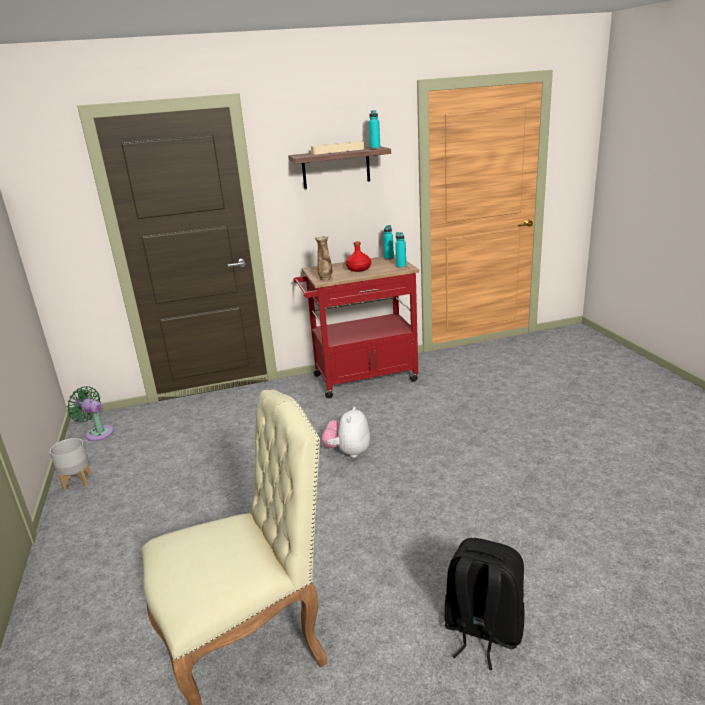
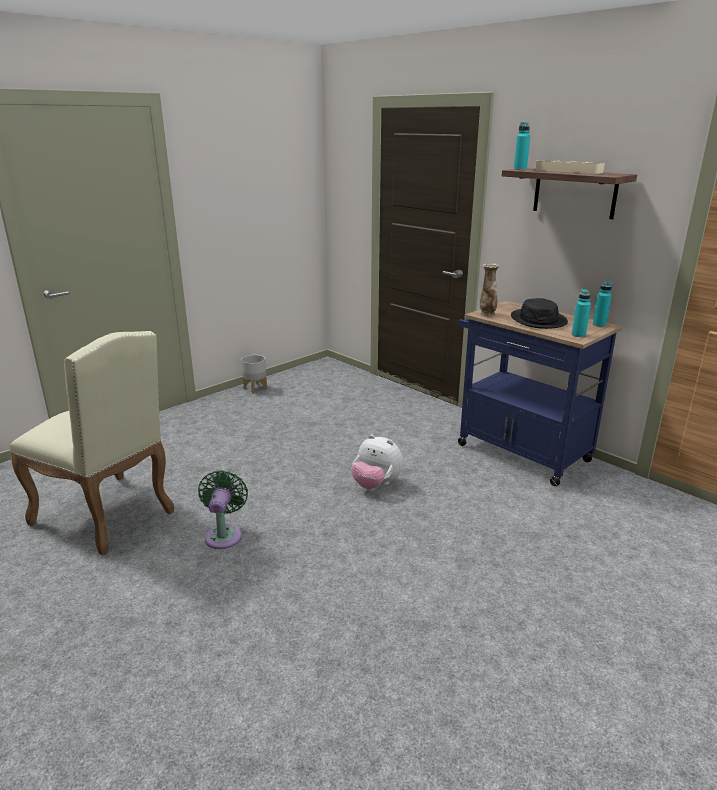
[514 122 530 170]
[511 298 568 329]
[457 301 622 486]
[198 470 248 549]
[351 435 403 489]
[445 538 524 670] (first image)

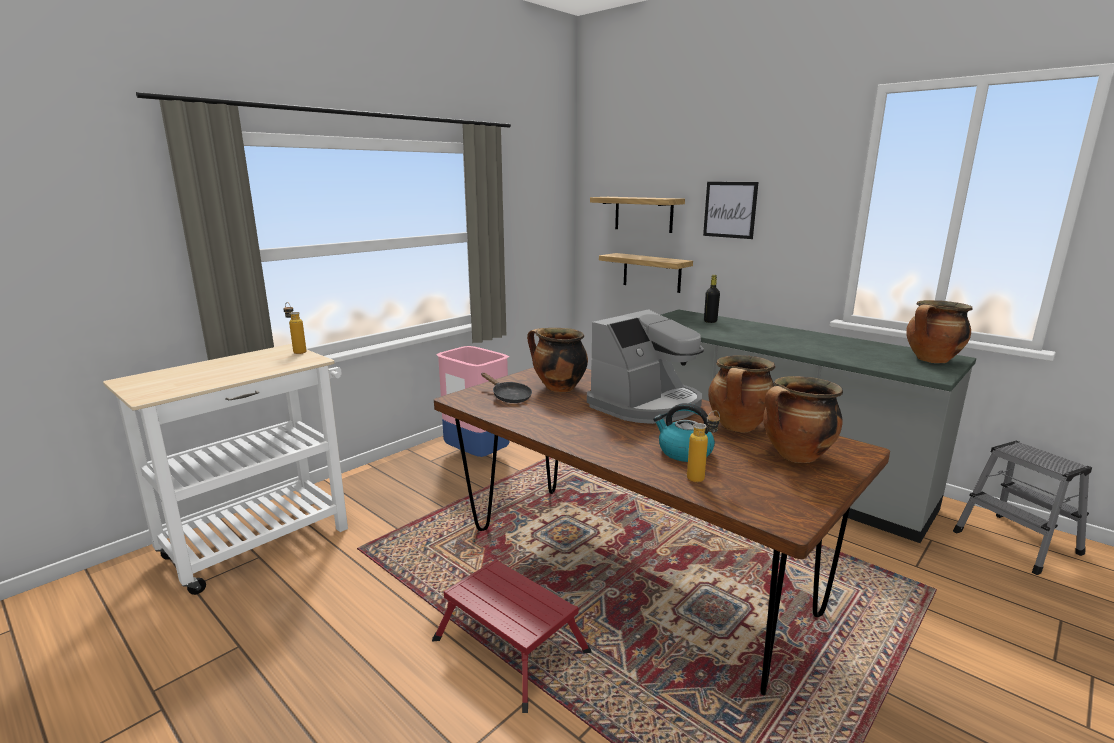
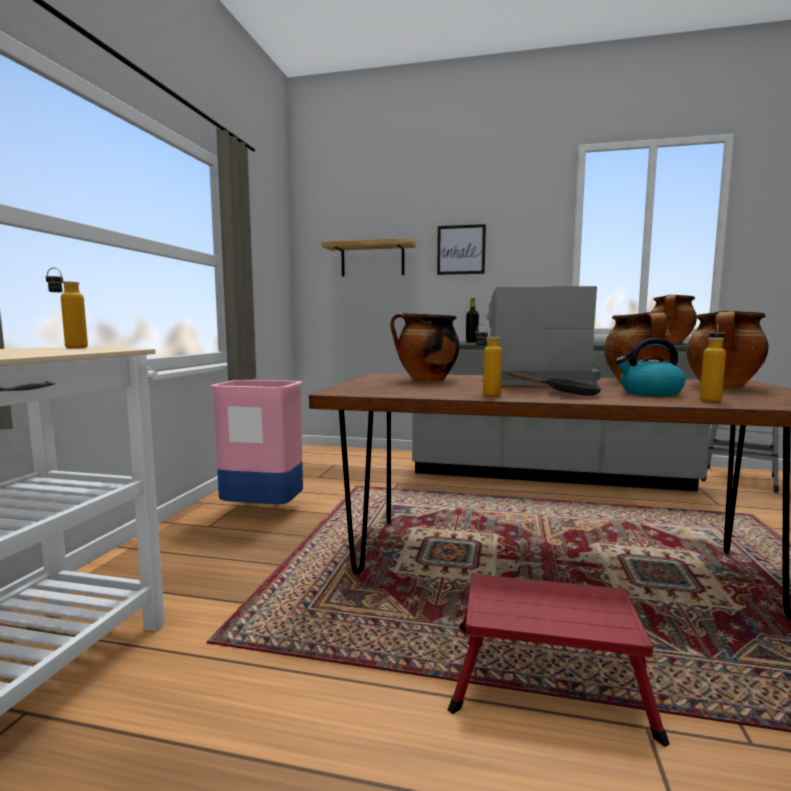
[599 253 693 293] (first image)
[482 286 601 385]
[507 371 602 396]
[475 324 502 397]

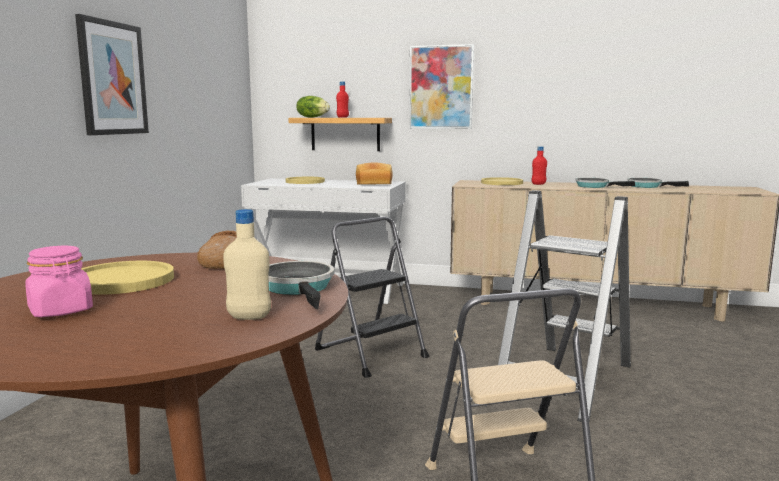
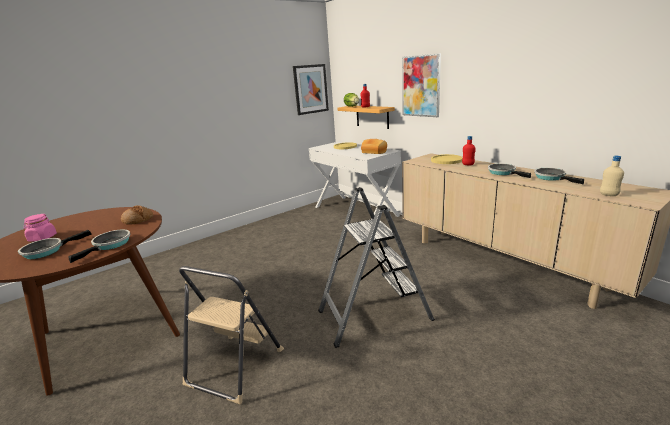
[293 64 329 115]
[600 156 624 196]
[315 217 430 378] (first image)
[81 261 174 295] (first image)
[18 230 92 259]

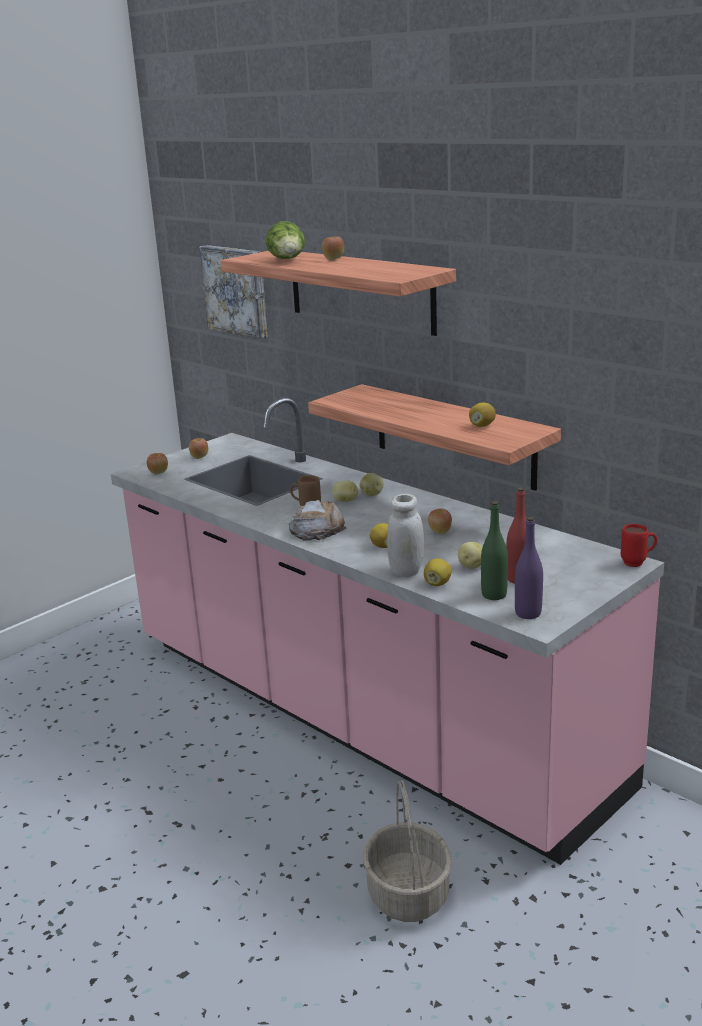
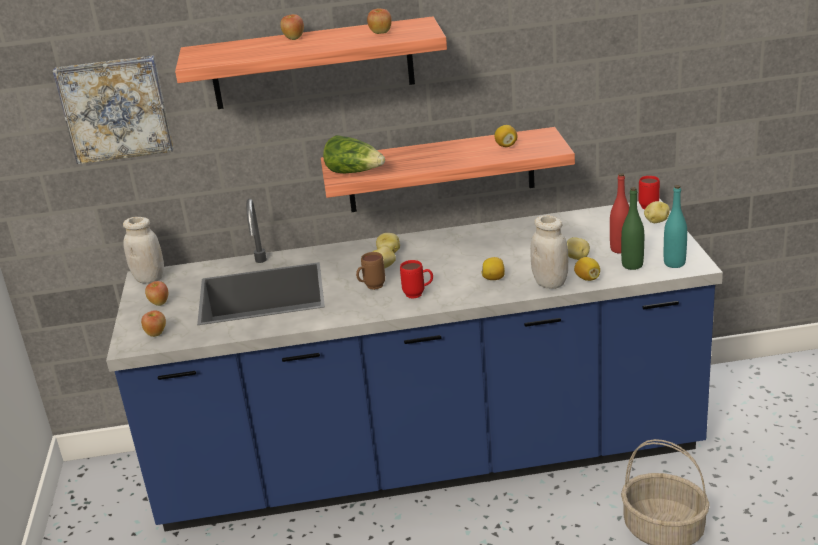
[323 135 385 173]
[106 199 723 531]
[400 260 433 299]
[367 9 392 34]
[664 185 687 268]
[644 201 670 223]
[123 217 164 284]

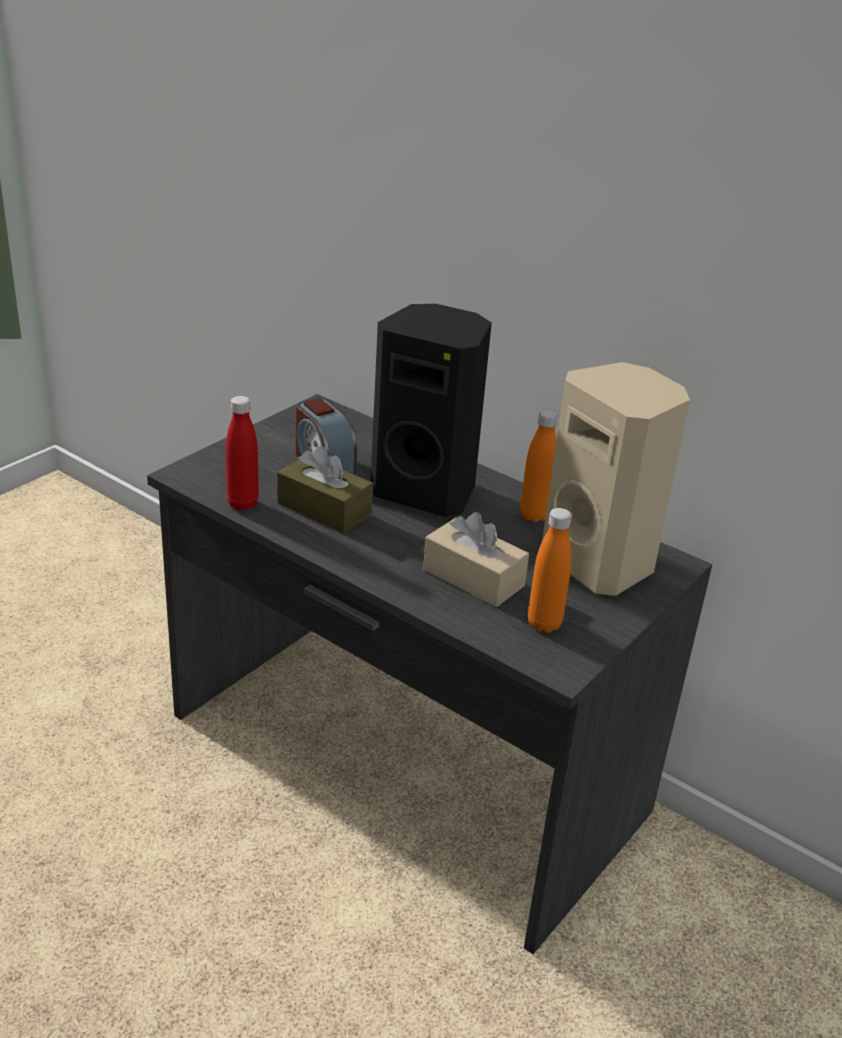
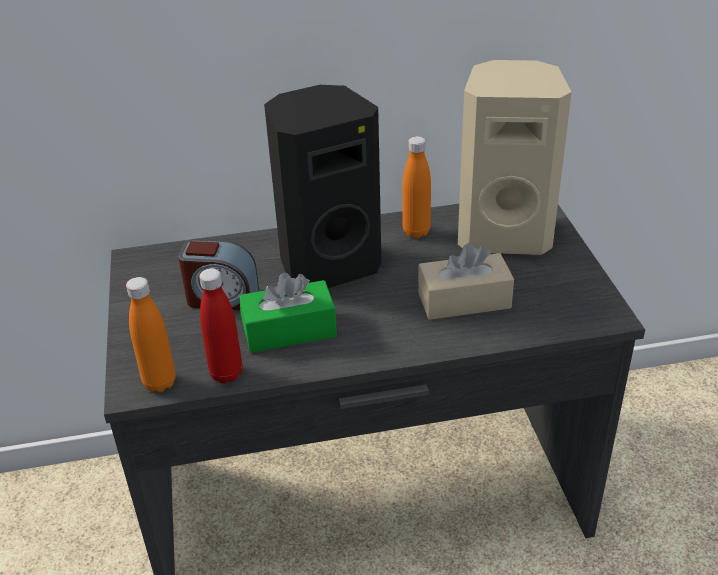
[239 273 337 353]
[126 277 176 392]

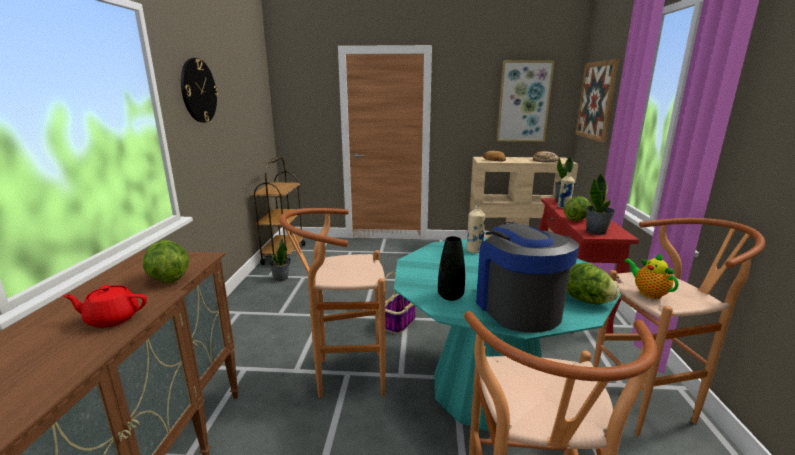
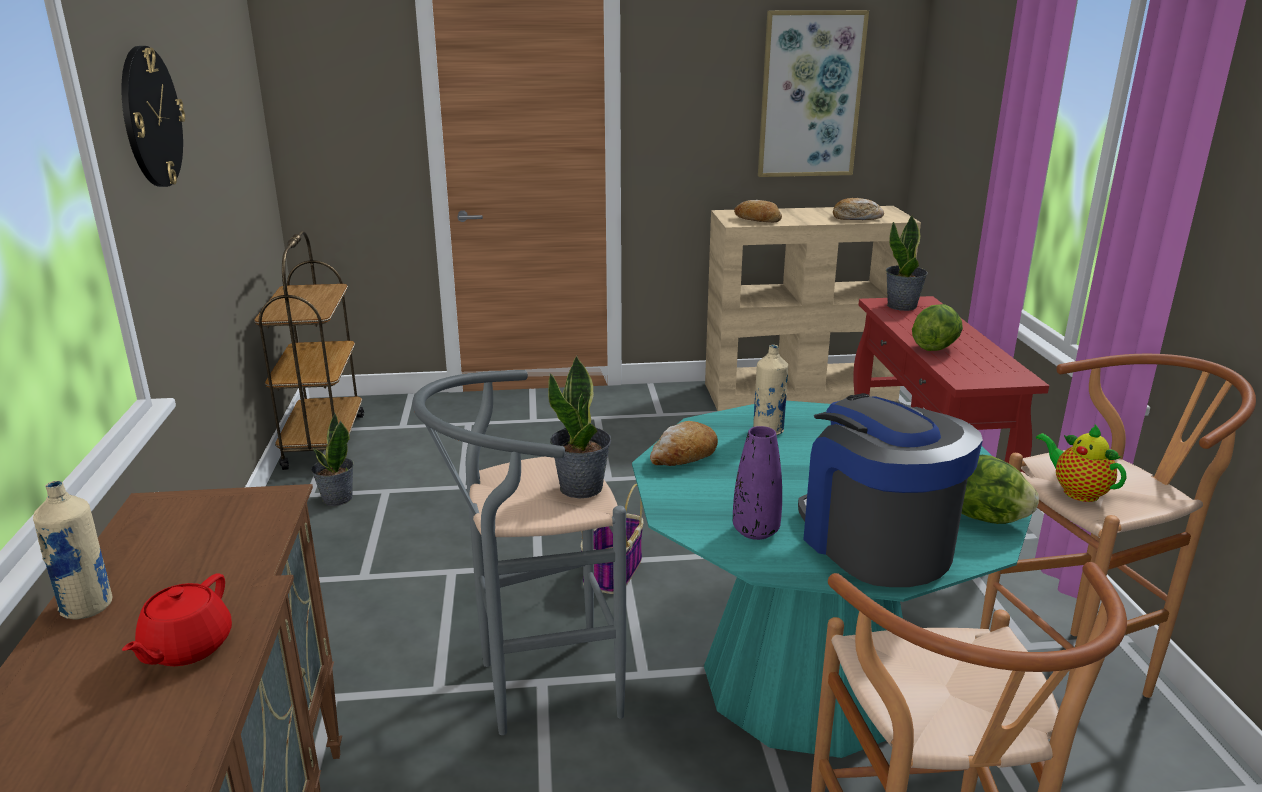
[576 59 619 143] (first image)
[33 481 112 619]
[548 355 611 499]
[412 370 626 735]
[733 426 782 540]
[143 240 189 283] (first image)
[122 573 232 666]
[650 421 718 466]

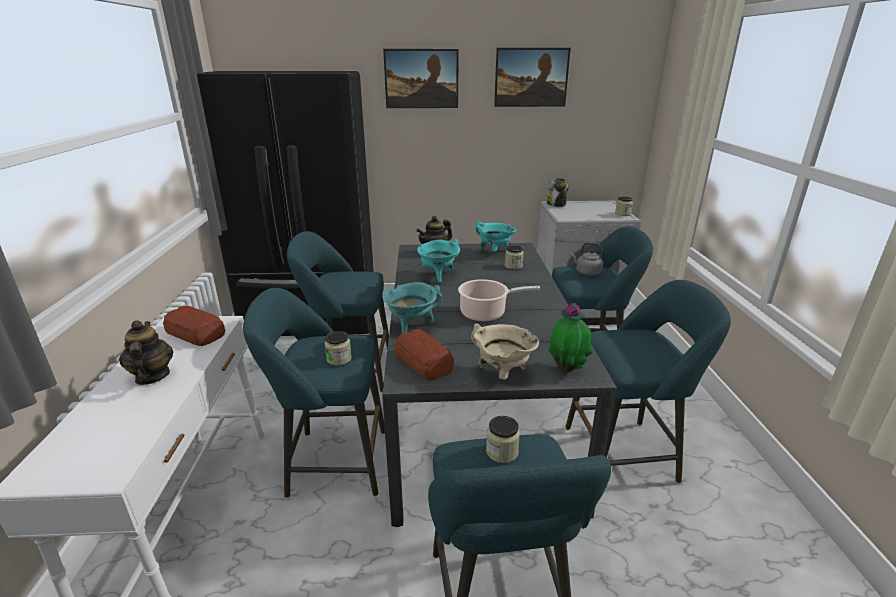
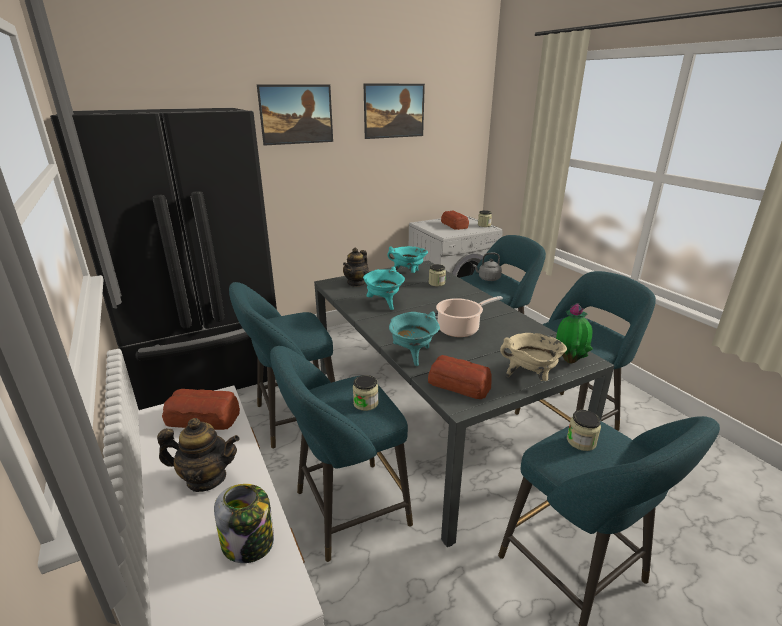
[214 484 274 563]
[157 418 240 492]
[441 211 469 230]

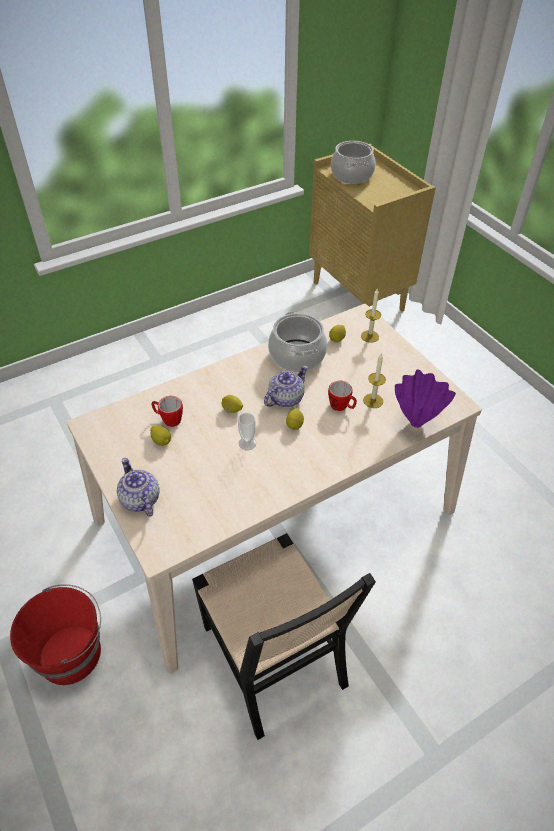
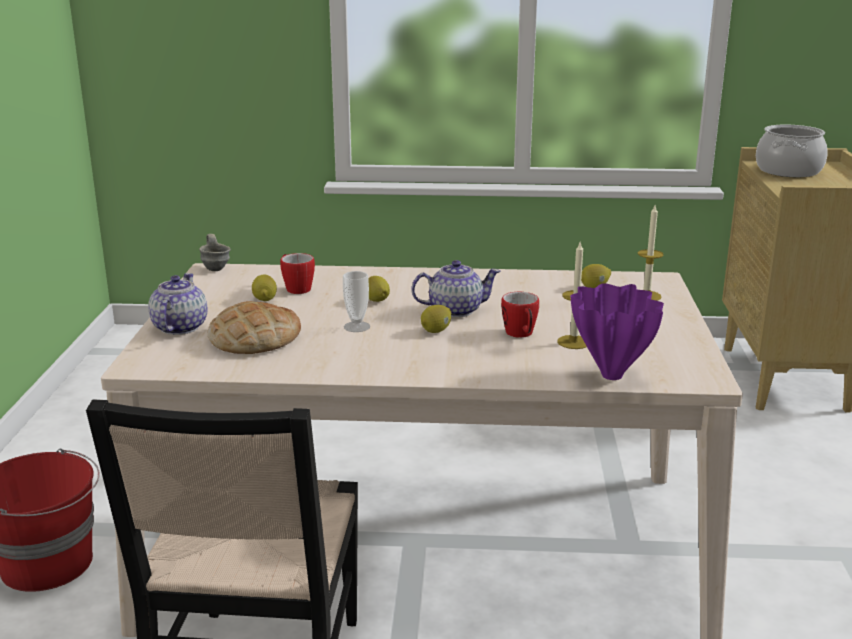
[268 312 327 372] (first image)
[199 234 231 271]
[208 301 301 354]

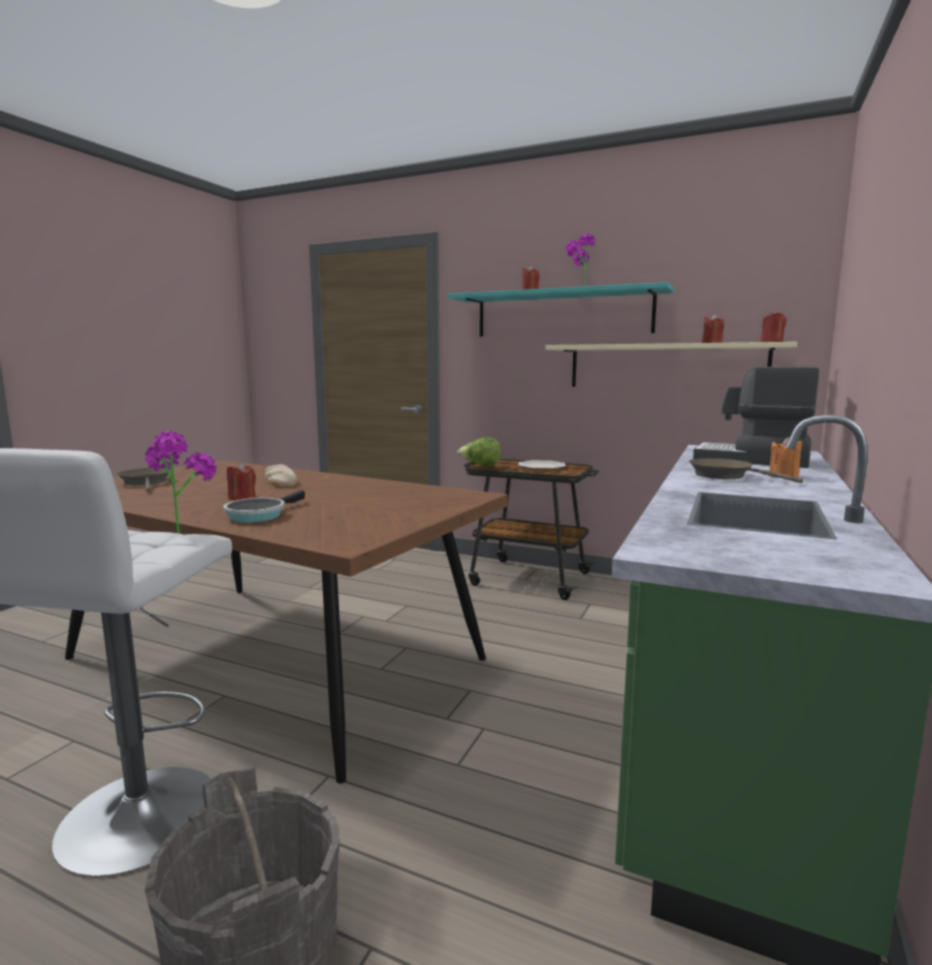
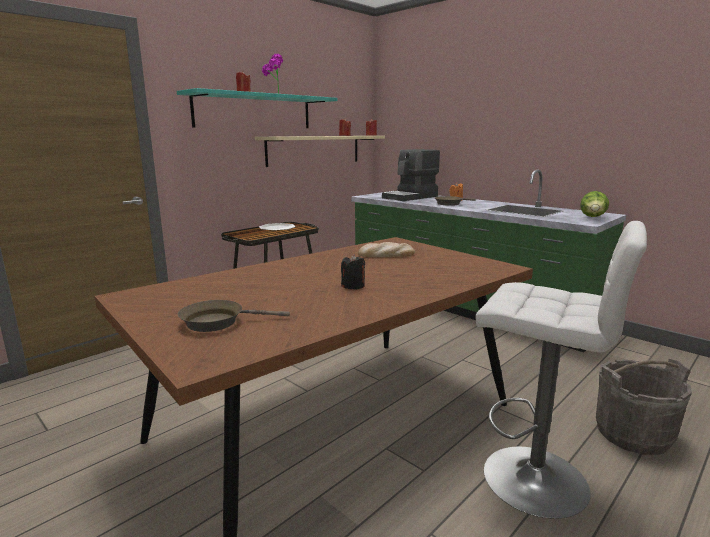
[145 431 217 533] (first image)
[580 191 609 217]
[341 254 365 290]
[358 242 415 257]
[223 490 305 523] (first image)

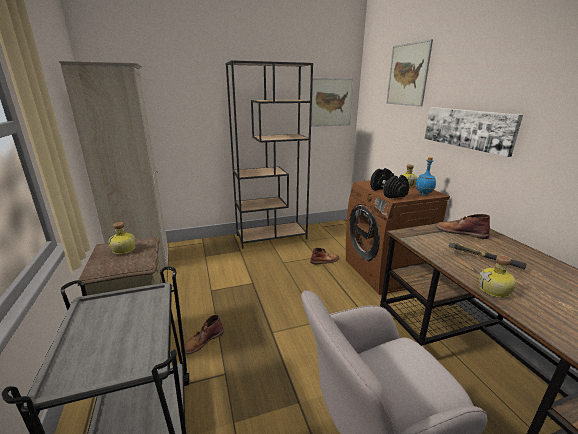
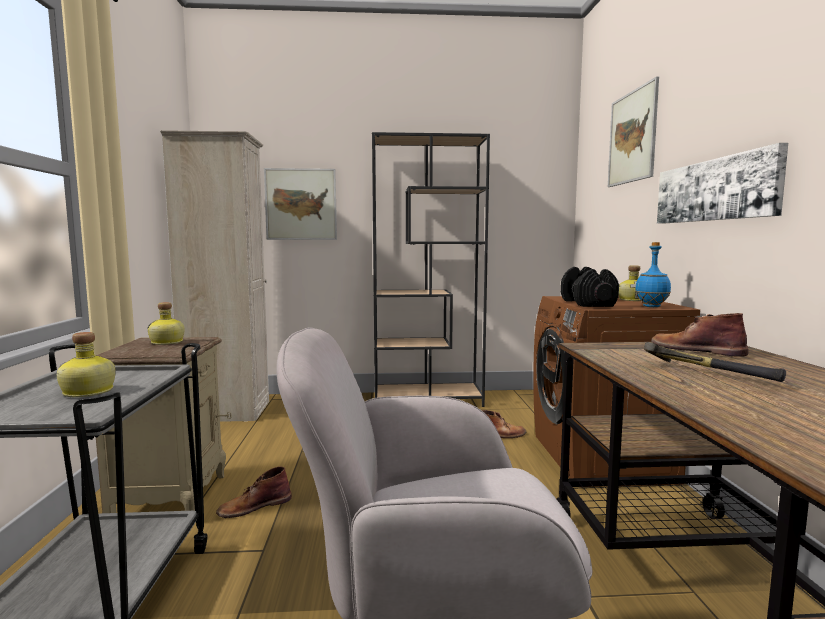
[264 168 337 240]
[57 332 116 397]

